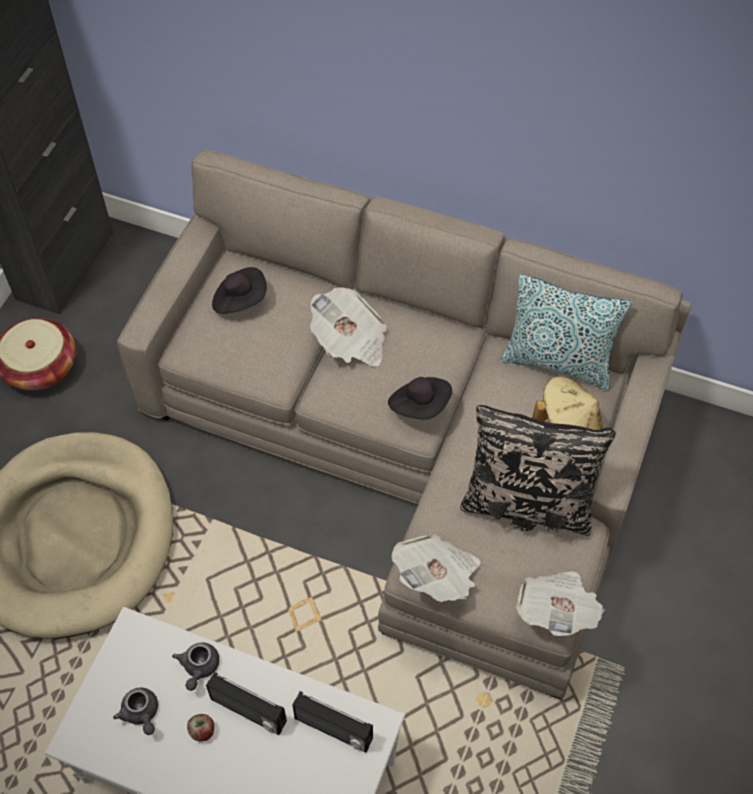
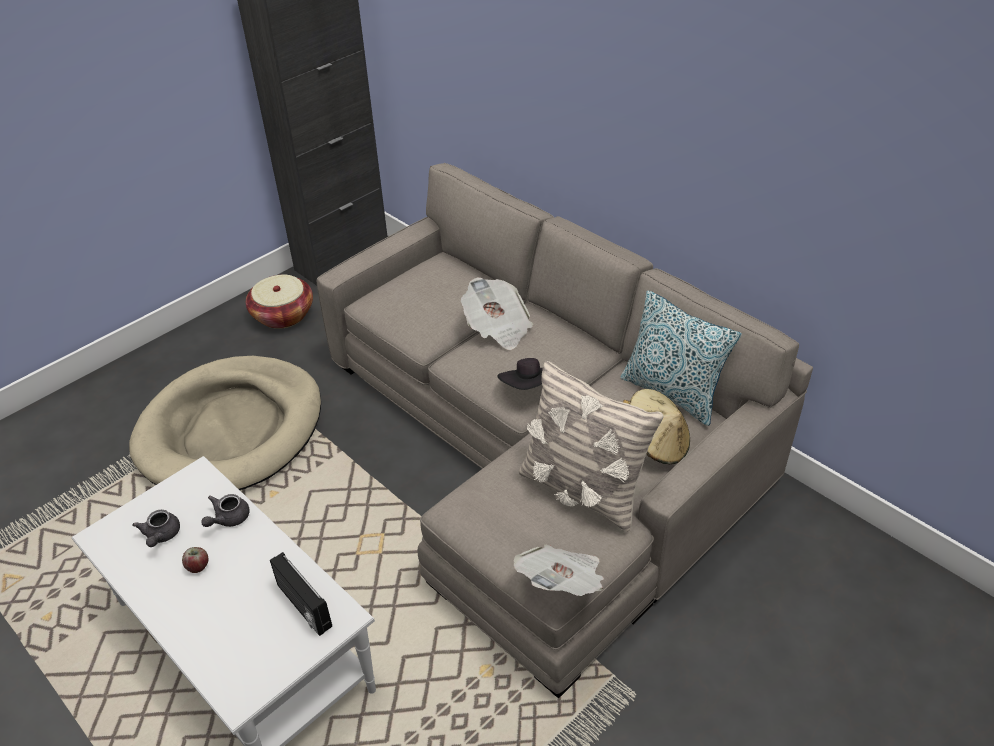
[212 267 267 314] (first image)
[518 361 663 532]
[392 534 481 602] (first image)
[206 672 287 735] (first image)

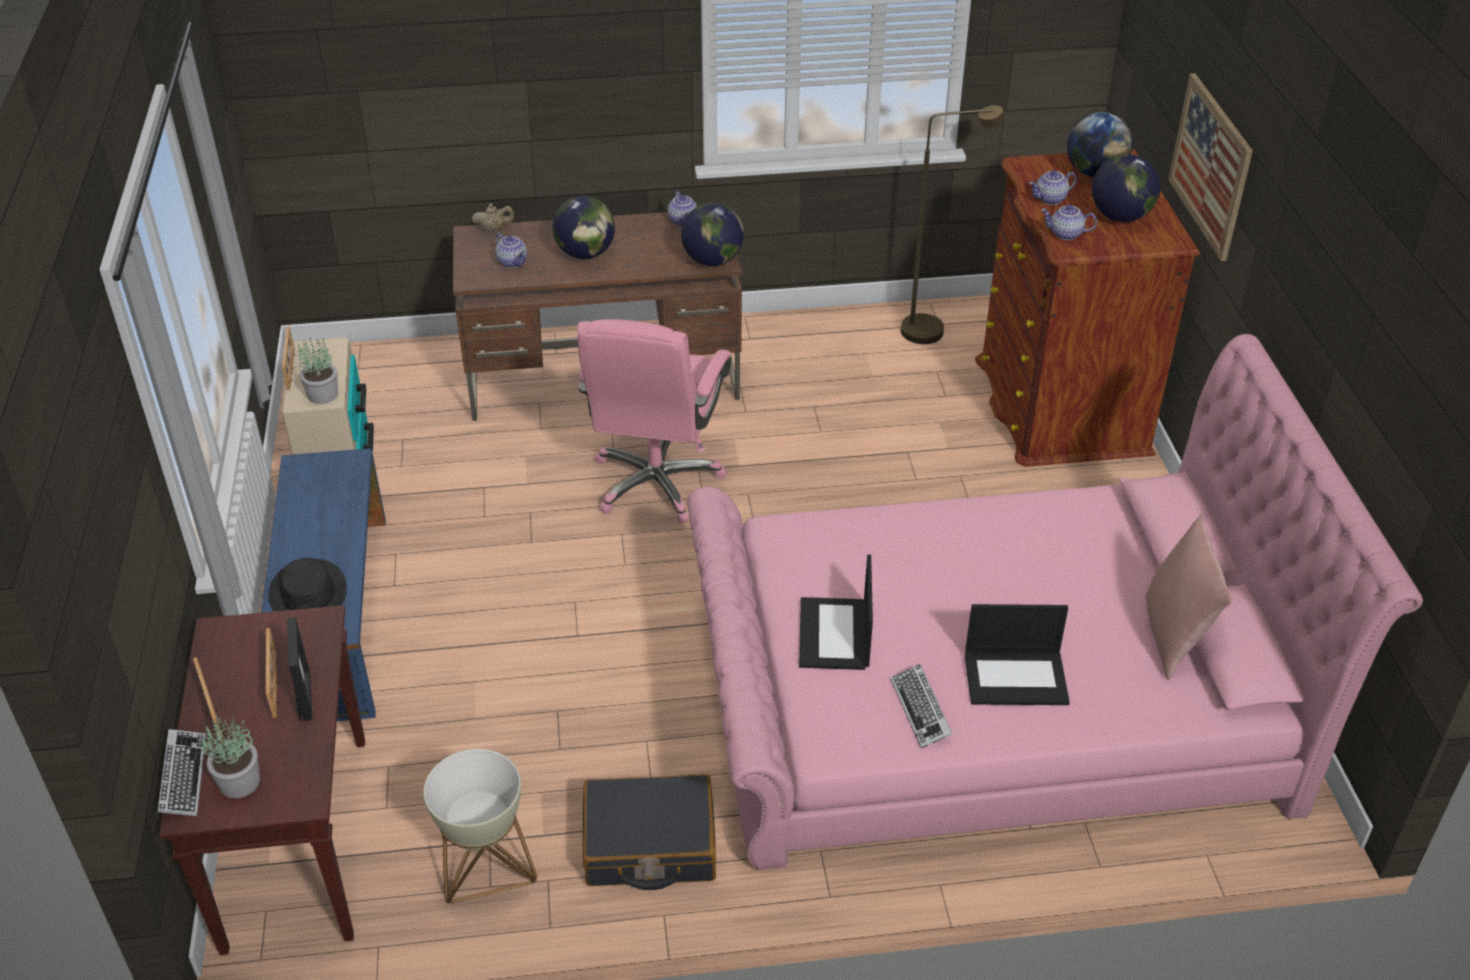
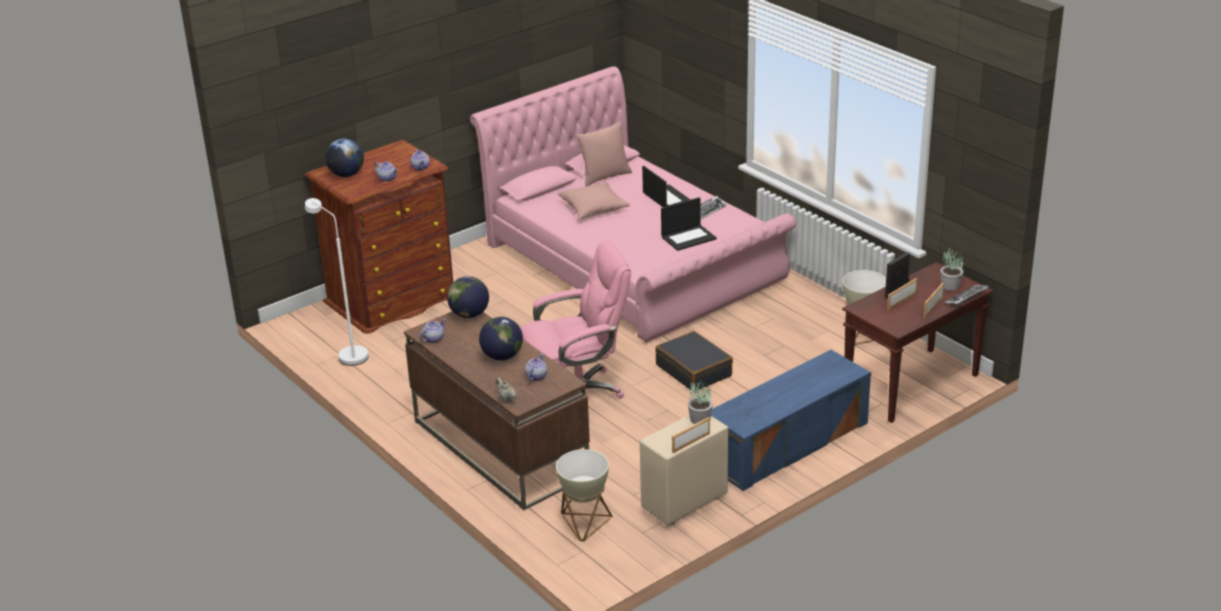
[1168 73 1253 261] (first image)
[305 198 369 366]
[1092 154 1160 222] (first image)
[269 558 347 612] (first image)
[655 331 733 391]
[557 183 630 220]
[556 449 612 541]

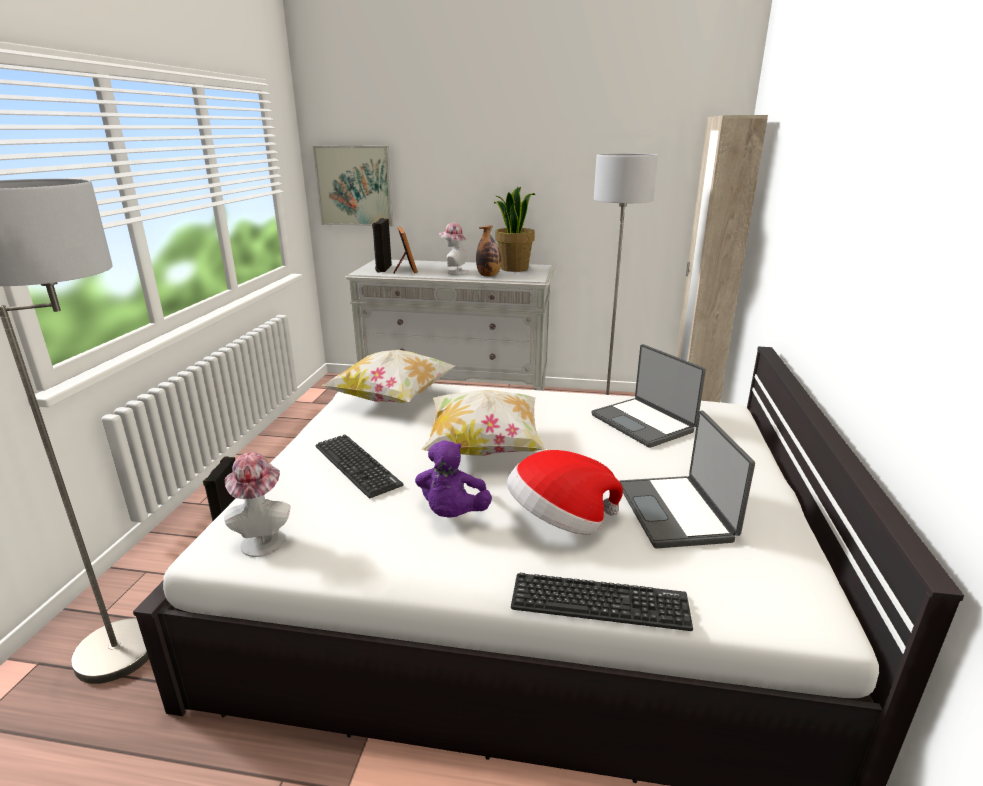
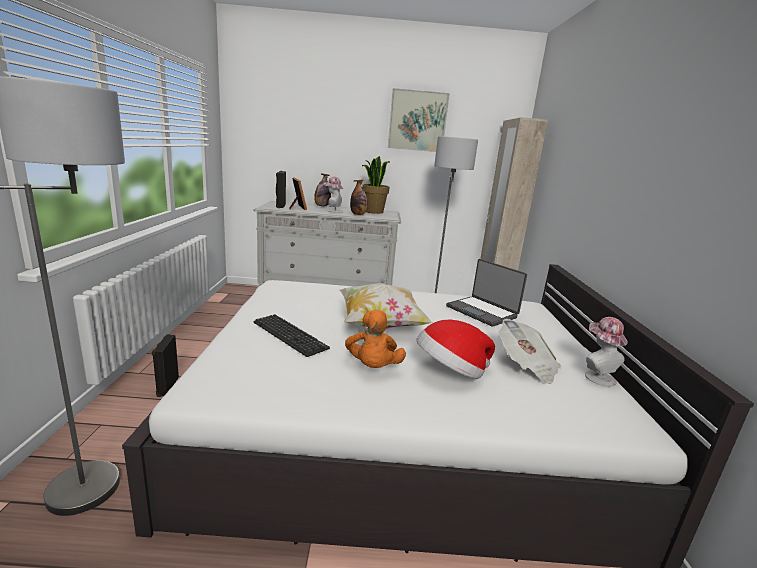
[388 88 450 152]
[322 350 455 403] (first image)
[498 319 561 384]
[345 310 406 368]
[585 317 628 387]
[511 573 693 631] (first image)
[314 174 331 206]

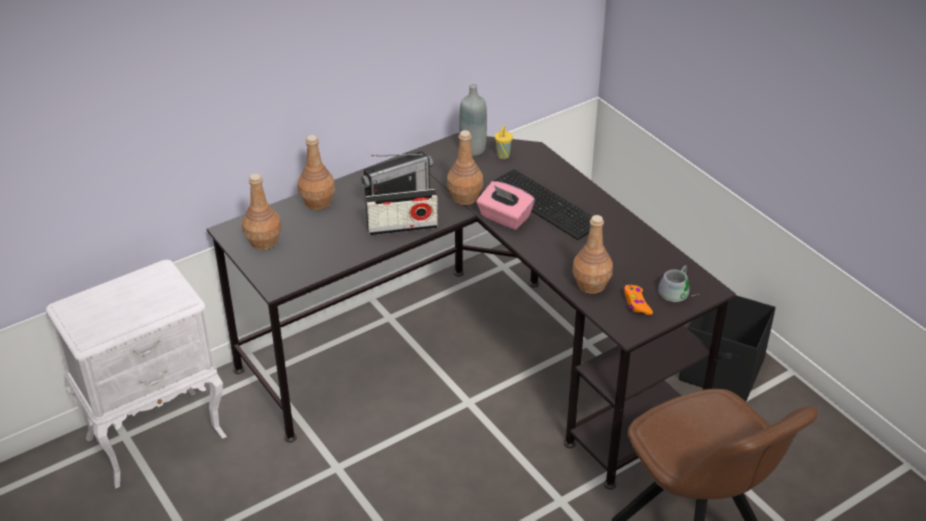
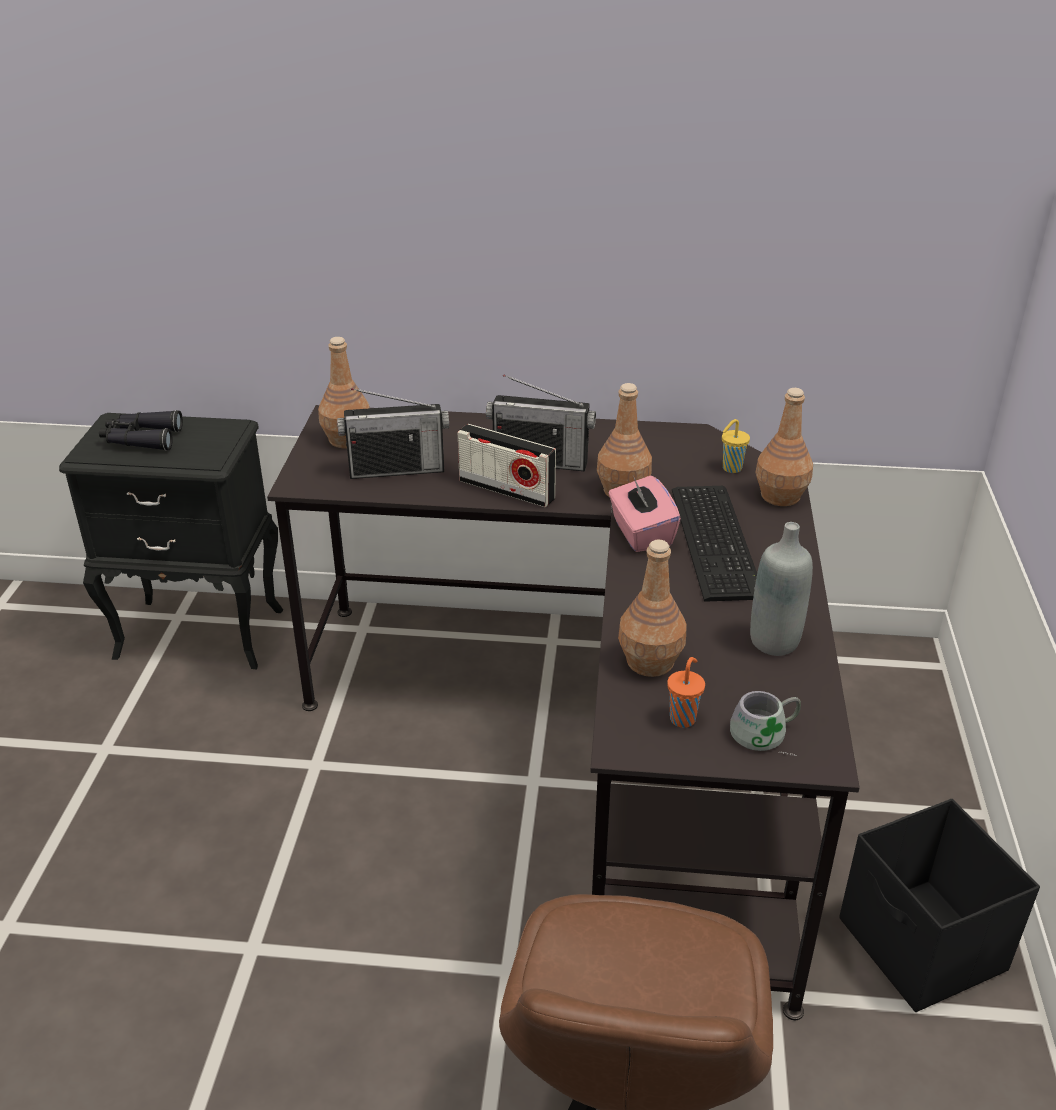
[750 522 813 656]
[756 388 813 506]
[59 413 283 670]
[667 657 705 728]
[337 388 449 479]
[99 410 183 451]

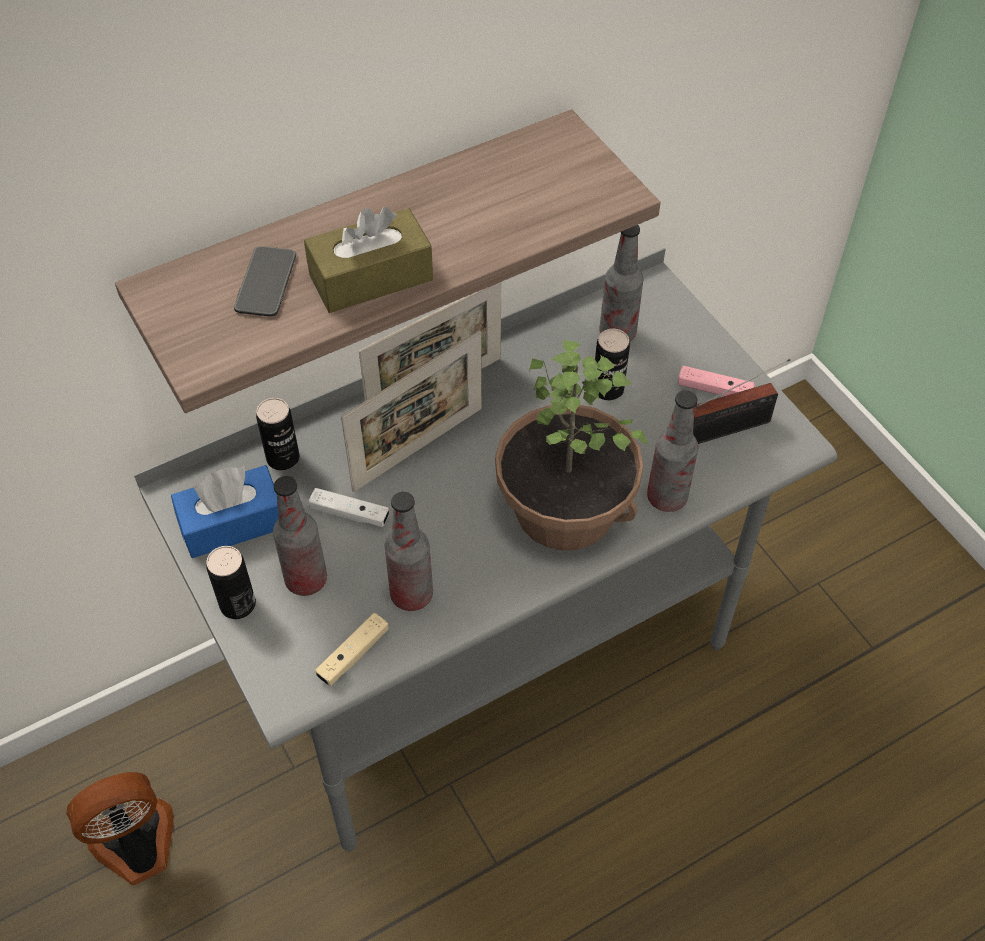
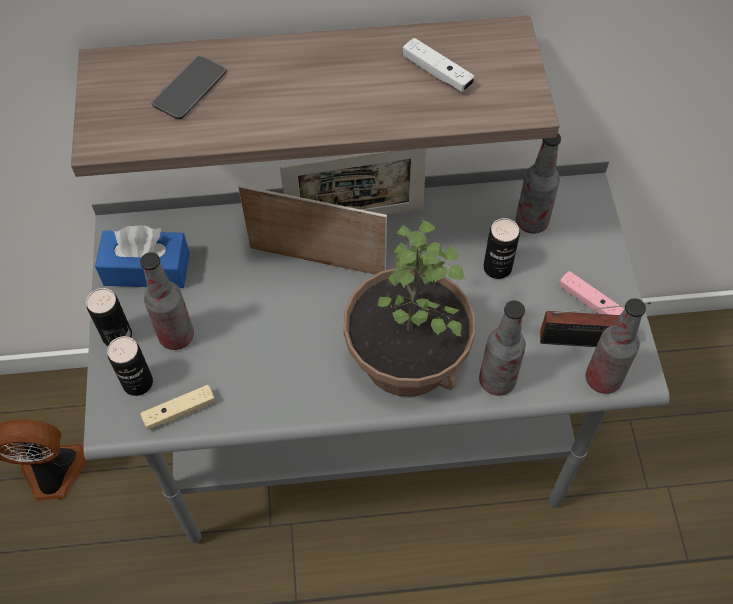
[304 207 433 313] (first image)
[238 185 387 275]
[107 336 153 396]
[403 38 474 92]
[586 298 646 394]

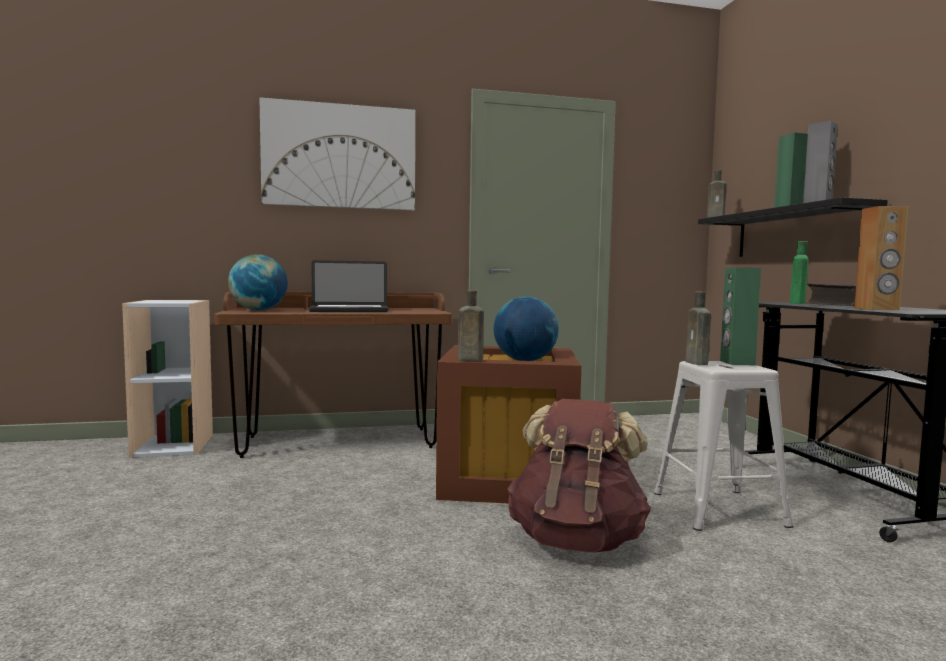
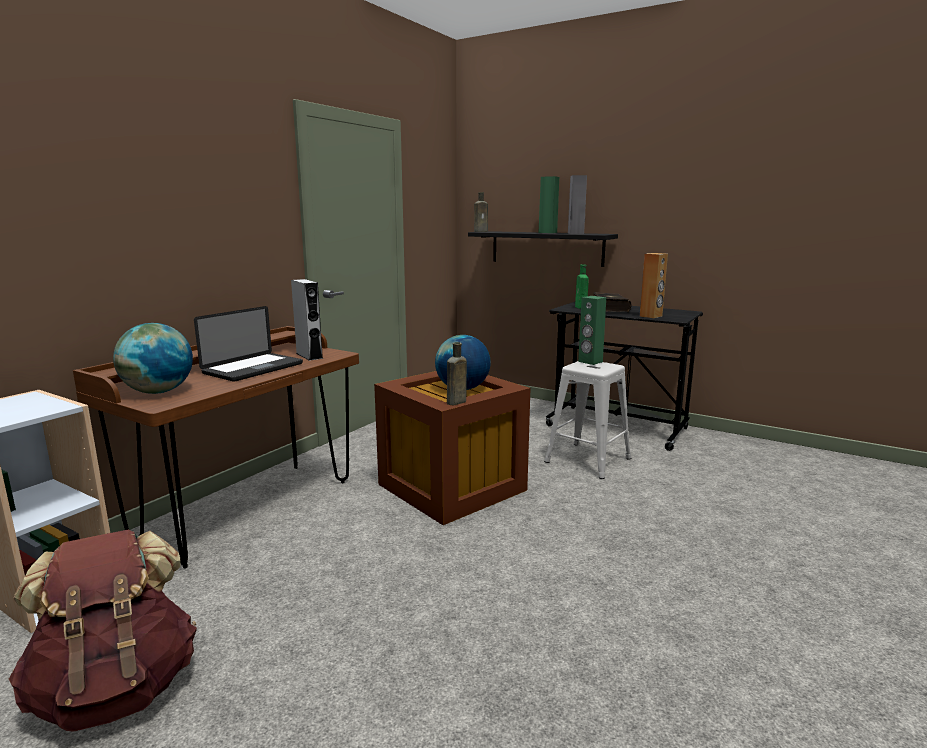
[259 97 415 210] (first image)
[686 291 711 365] (first image)
[9 530 197 732]
[291 279 323 361]

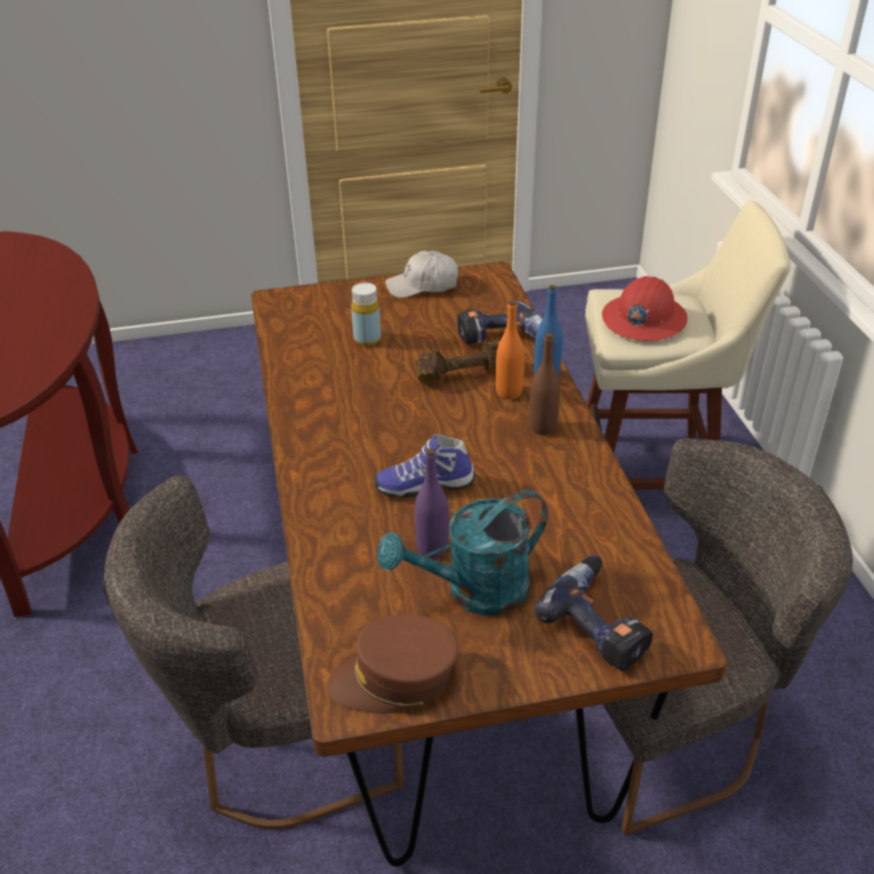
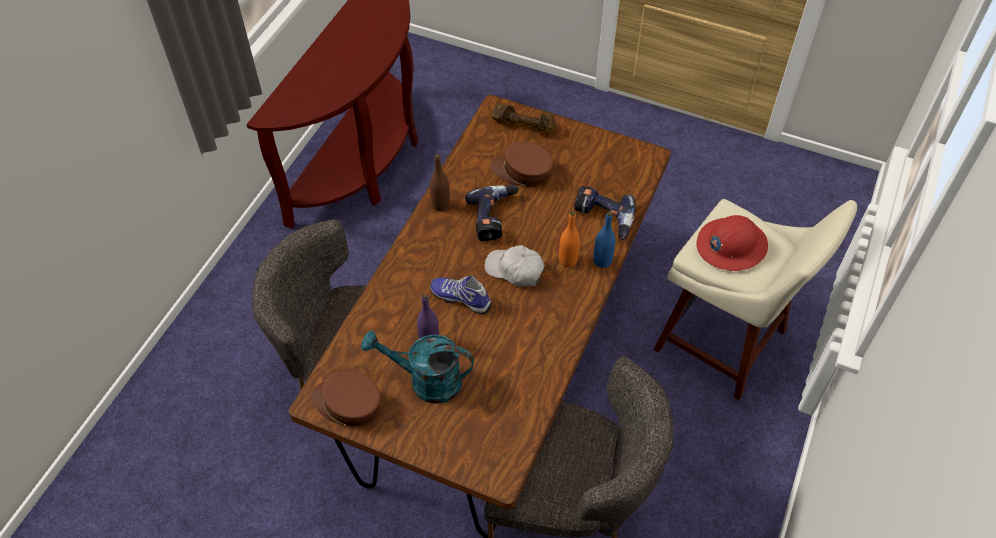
[484 245 545 287]
[491 141 553 187]
[430 154 450 211]
[491 103 557 135]
[465 185 519 241]

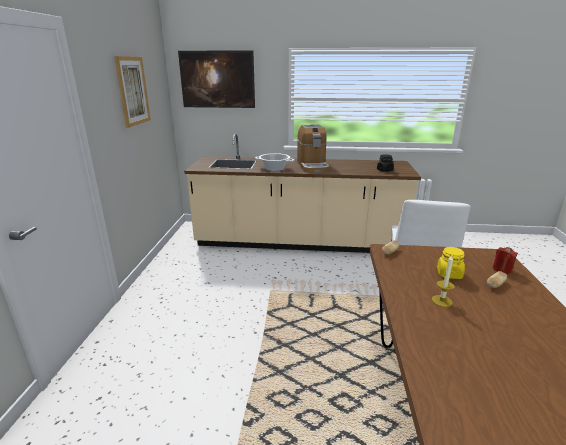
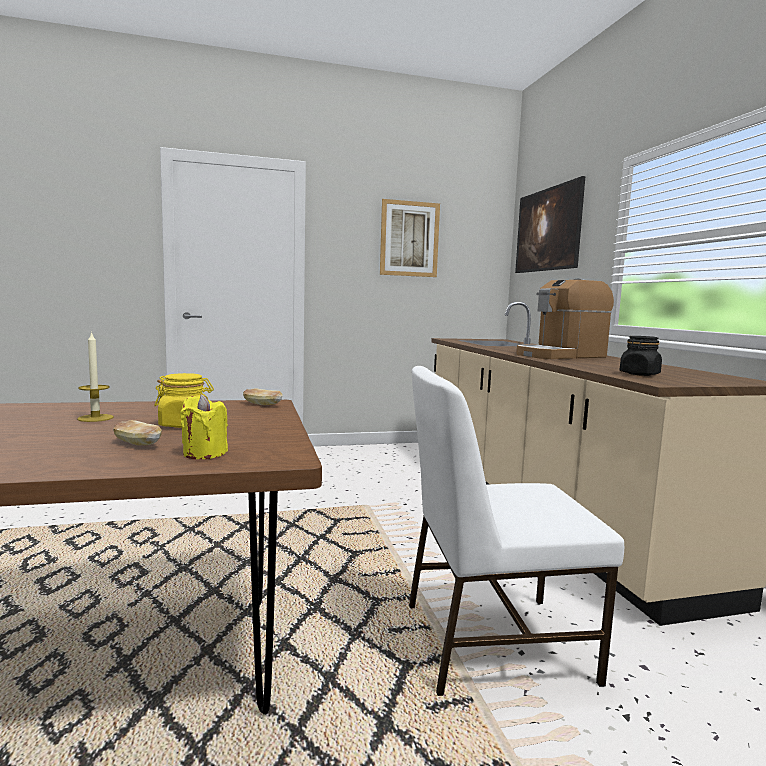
[255 153 294 171] (first image)
[180 394 228 459]

